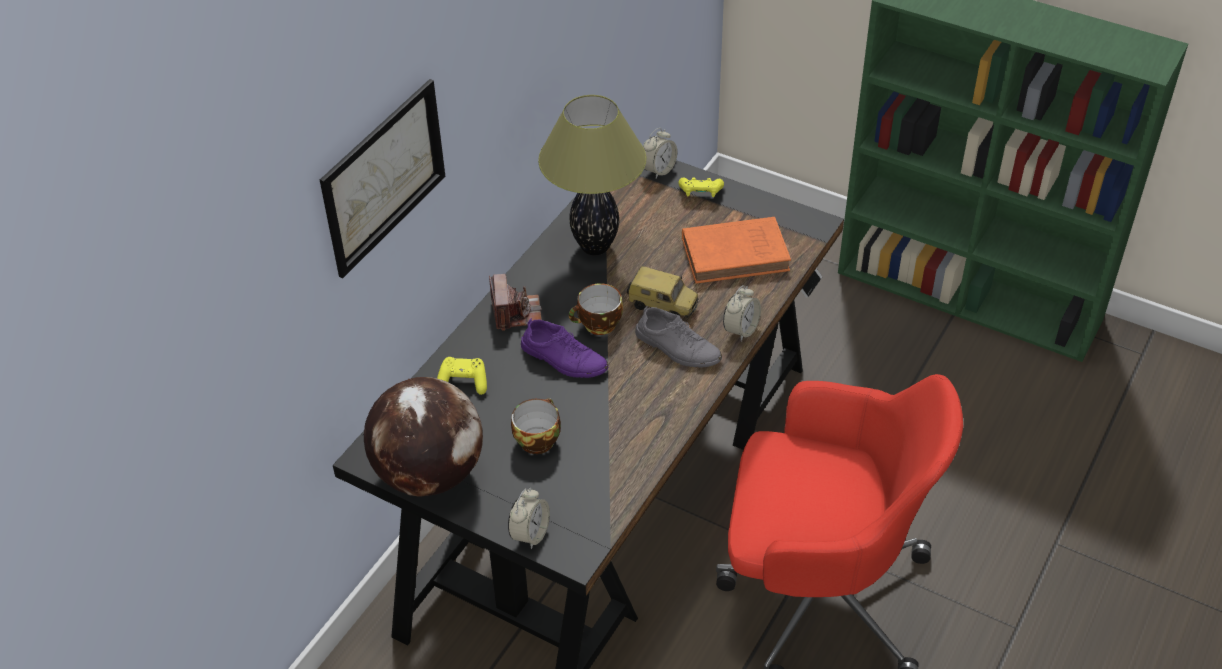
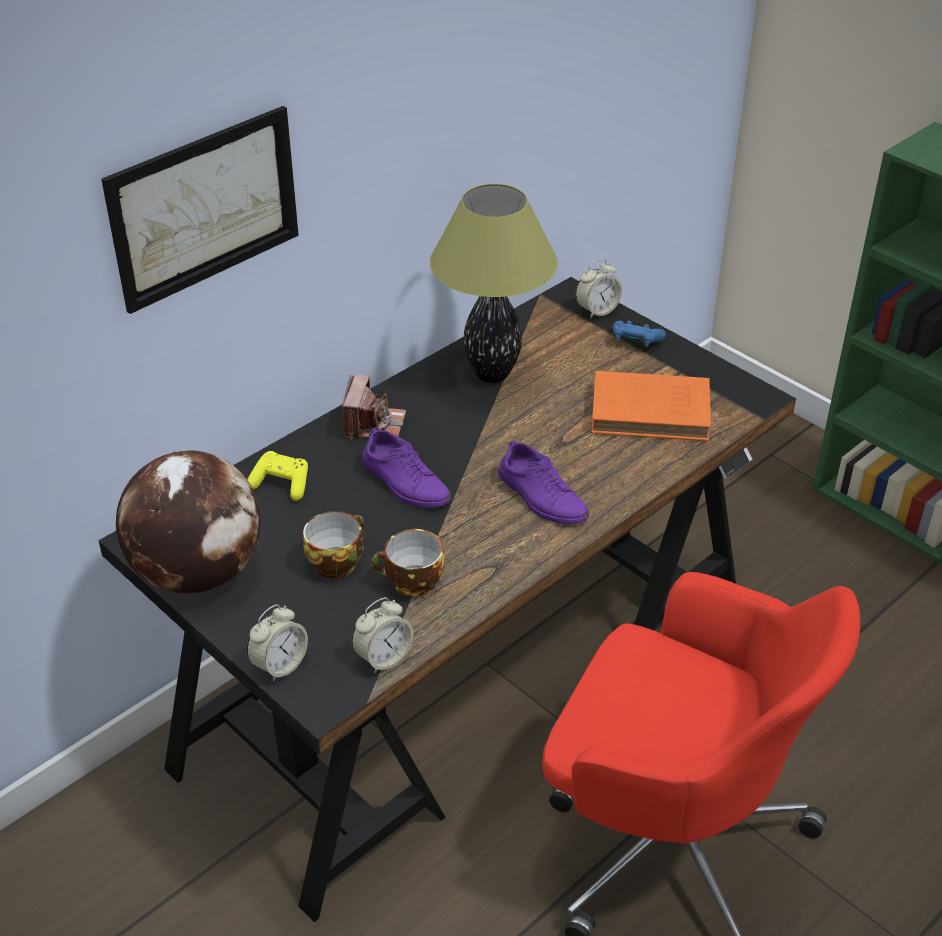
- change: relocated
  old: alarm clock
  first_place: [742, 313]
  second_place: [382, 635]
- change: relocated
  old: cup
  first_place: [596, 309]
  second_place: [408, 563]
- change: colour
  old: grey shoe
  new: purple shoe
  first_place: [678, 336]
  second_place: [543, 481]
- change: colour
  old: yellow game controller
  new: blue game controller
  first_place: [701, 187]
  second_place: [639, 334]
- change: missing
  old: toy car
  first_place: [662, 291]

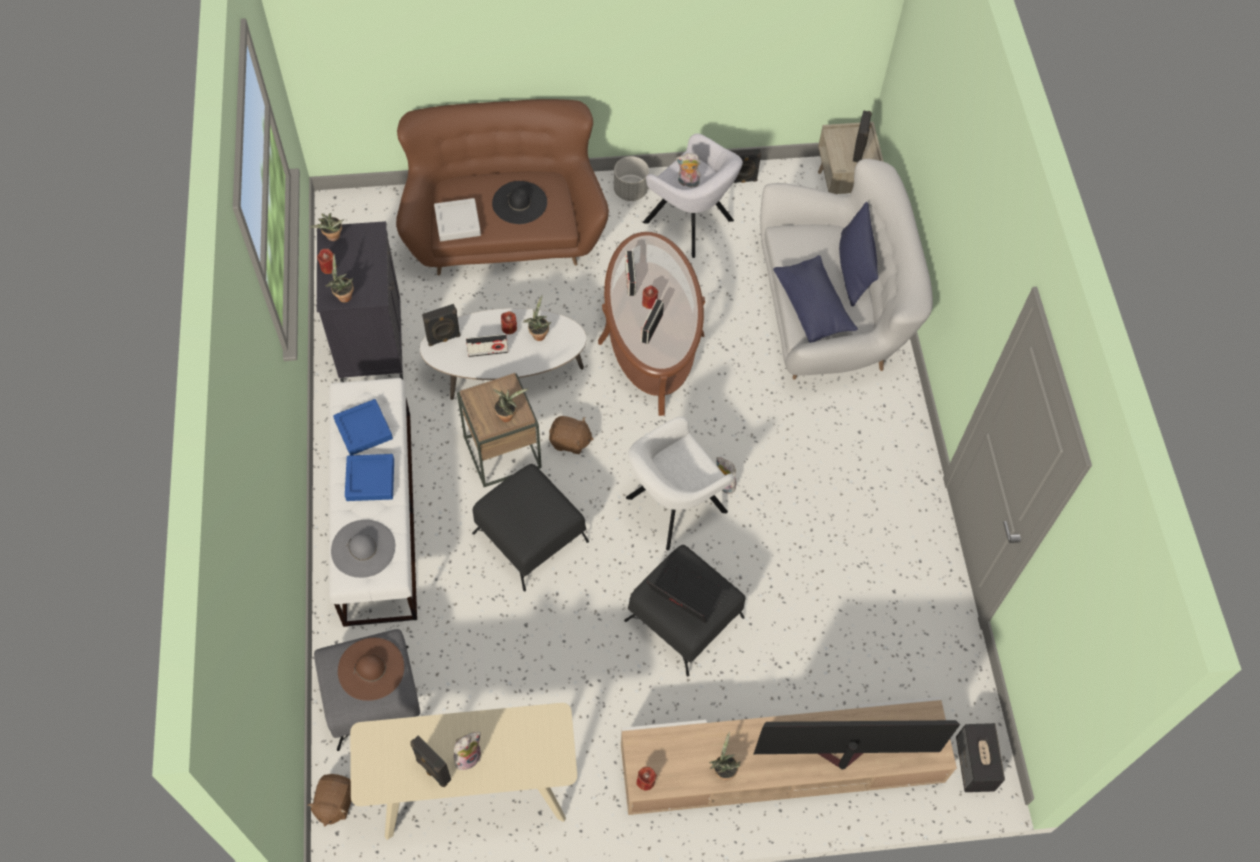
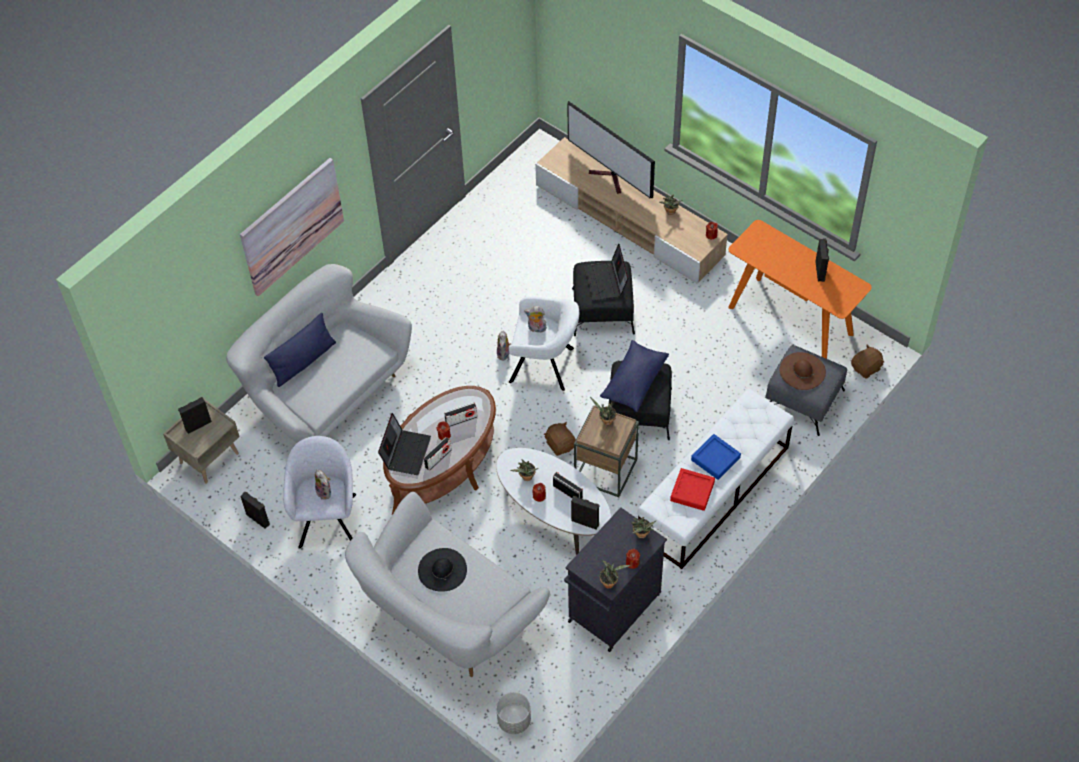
- change: appeared
  new: picture
  second_place: [292, 227]
- change: colour
  old: brown sofa
  new: white sofa
  first_place: [502, 187]
  second_place: [447, 584]
- change: appeared
  new: laptop
  second_place: [404, 444]
- change: relocated
  old: grey planter
  first_place: [631, 178]
  second_place: [513, 713]
- change: relocated
  old: plush toy
  first_place: [467, 751]
  second_place: [535, 319]
- change: relocated
  old: blue pillow
  first_place: [815, 299]
  second_place: [634, 376]
- change: colour
  old: blue tray
  new: red tray
  first_place: [363, 427]
  second_place: [692, 489]
- change: colour
  old: beige console table
  new: orange console table
  first_place: [463, 771]
  second_place: [800, 289]
- change: missing
  old: grey hat
  first_place: [363, 549]
- change: missing
  old: grey tray
  first_place: [457, 219]
- change: missing
  old: speaker
  first_place: [980, 757]

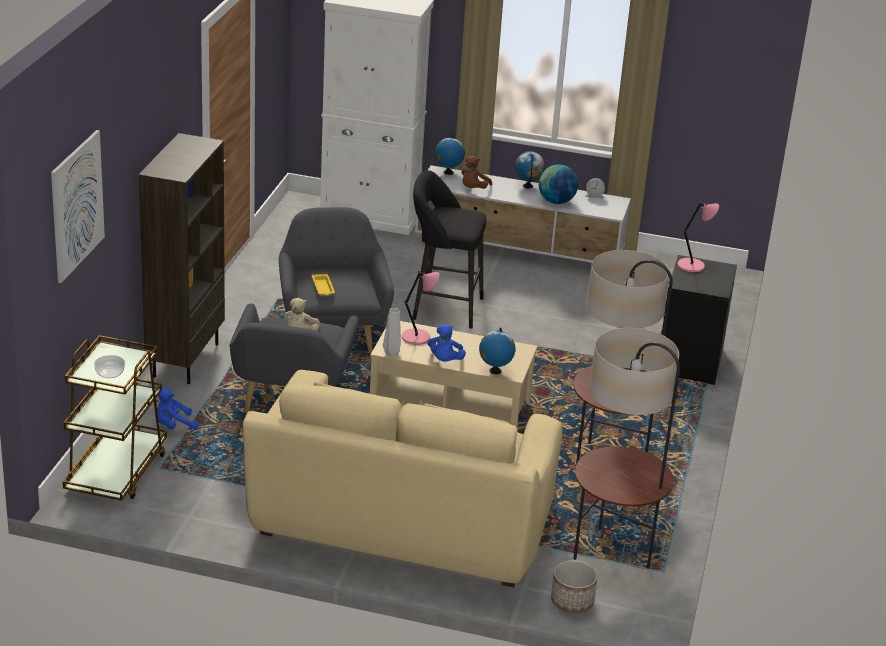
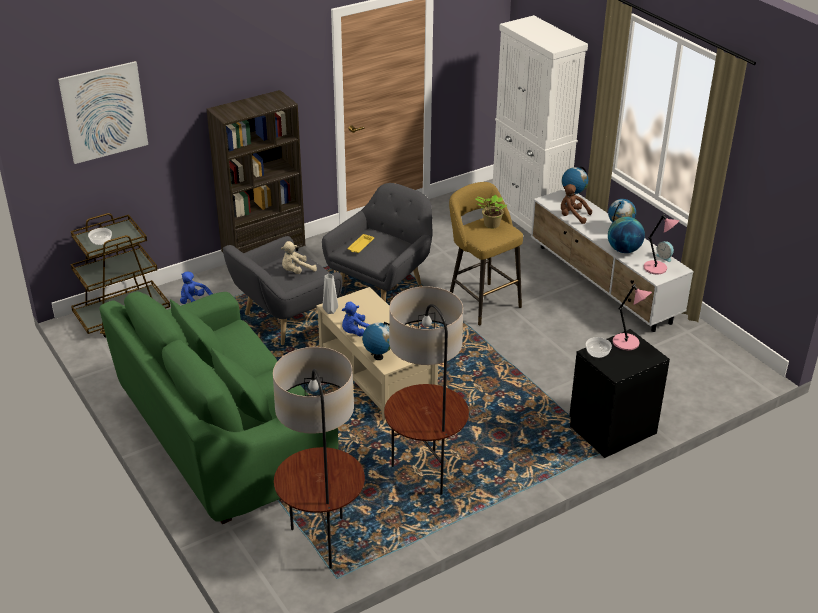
- change: colour
  old: beige sofa
  new: green sofa
  first_place: [402, 478]
  second_place: [219, 407]
- change: colour
  old: black stool
  new: yellow stool
  first_place: [449, 249]
  second_place: [486, 253]
- change: appeared
  new: potted plant
  second_place: [491, 211]
- change: spun
  old: brown plush toy
  first_place: [476, 172]
  second_place: [576, 204]
  degrees: 45
- change: appeared
  new: bowl
  second_place: [599, 347]
- change: relocated
  old: pink table lamp
  first_place: [420, 308]
  second_place: [661, 244]
- change: missing
  old: planter
  first_place: [574, 586]

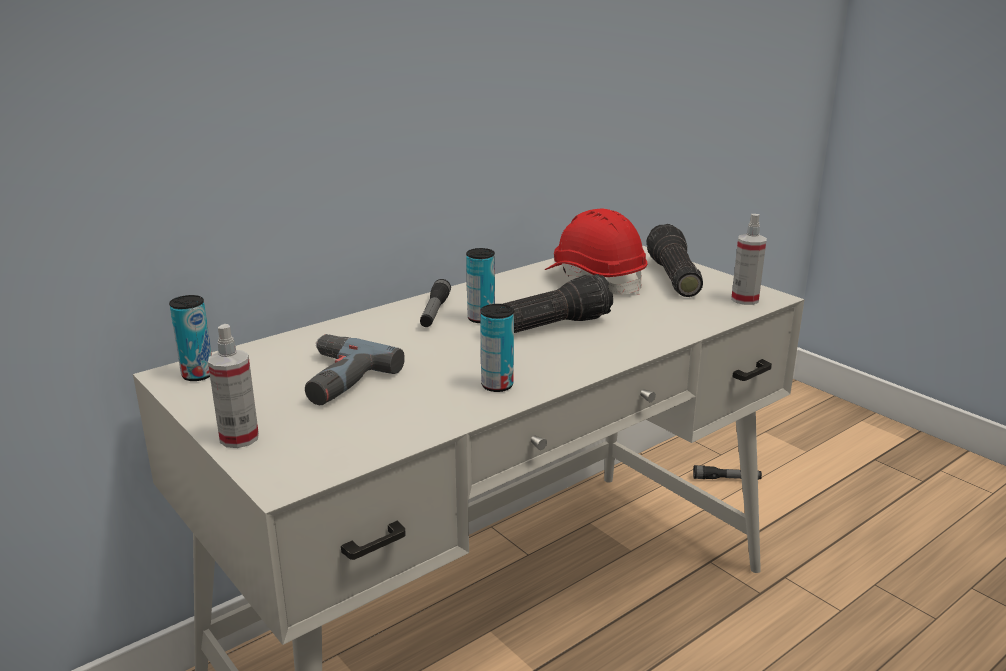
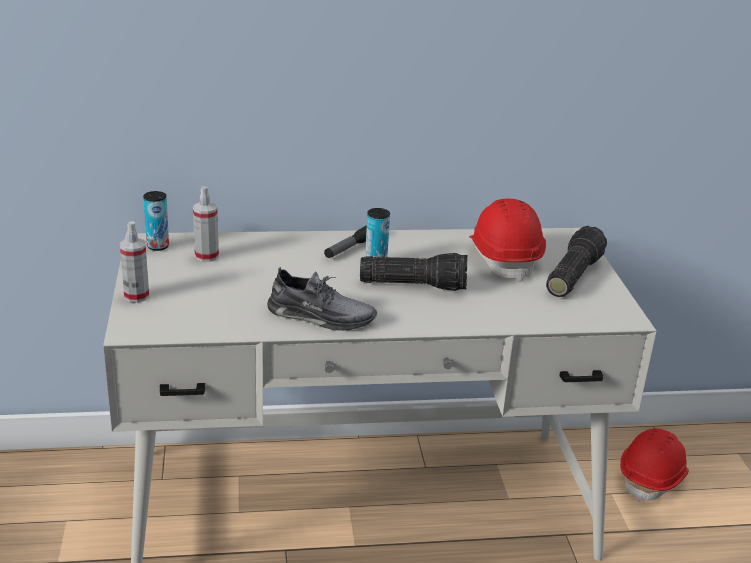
- change: relocated
  old: spray bottle
  first_place: [749, 259]
  second_place: [206, 224]
- change: exchanged
  old: can
  new: grey shoe
  first_place: [497, 348]
  second_place: [322, 299]
- change: exchanged
  old: flashlight
  new: red hard hat
  first_place: [727, 472]
  second_place: [654, 465]
- change: missing
  old: power drill
  first_place: [355, 369]

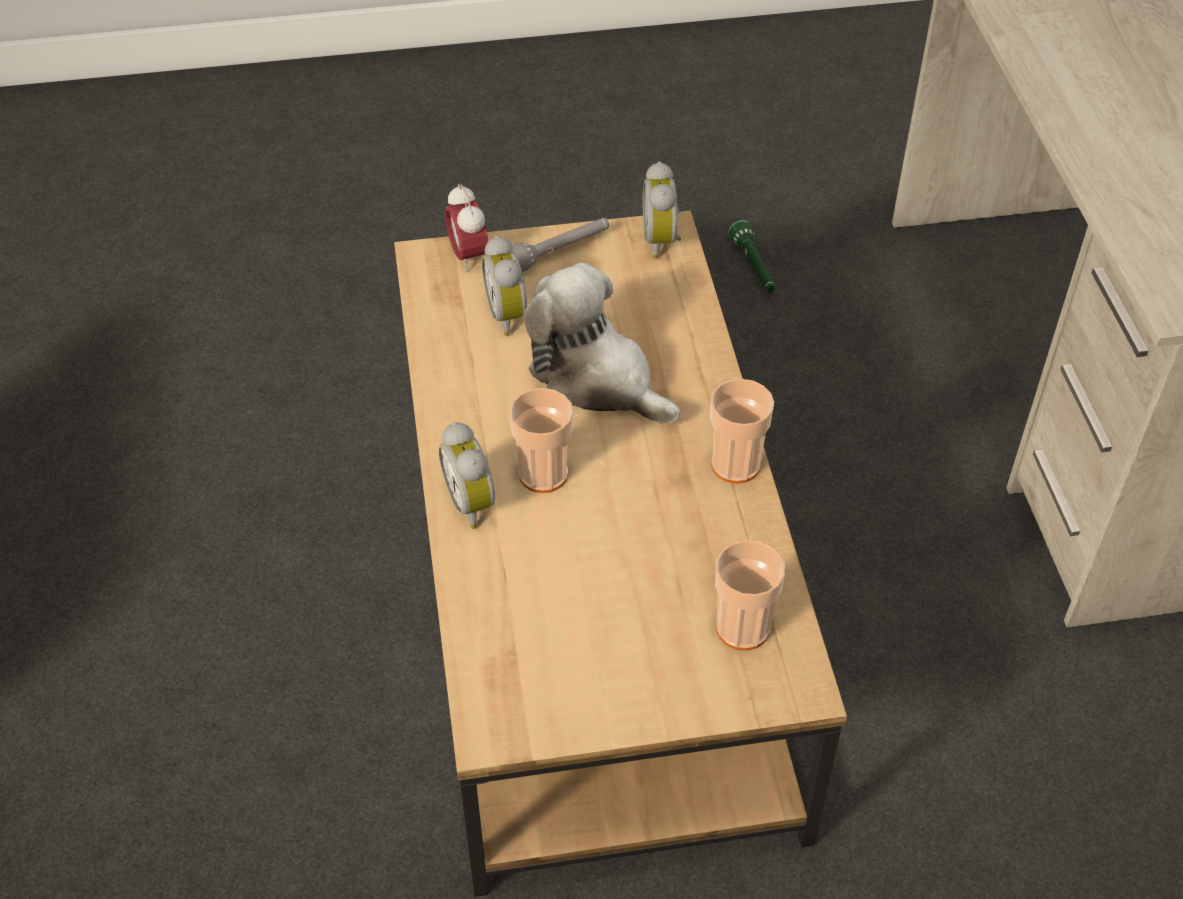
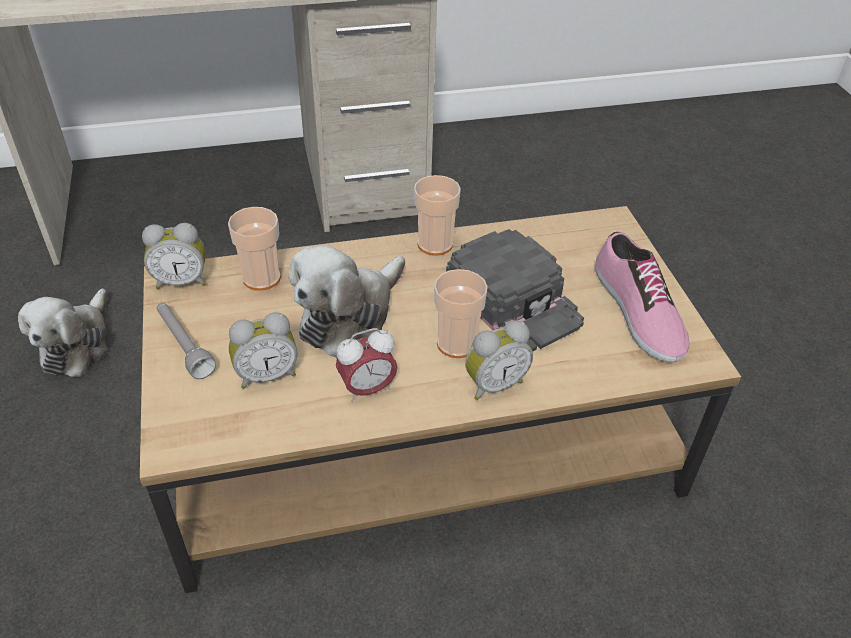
- change: exchanged
  old: green flashlight
  new: plush toy
  first_place: [752, 256]
  second_place: [63, 333]
- change: relocated
  old: cup
  first_place: [750, 595]
  second_place: [254, 249]
- change: relocated
  old: alarm clock
  first_place: [466, 228]
  second_place: [367, 365]
- change: appeared
  new: black cap
  second_place: [515, 290]
- change: appeared
  new: shoe
  second_place: [642, 297]

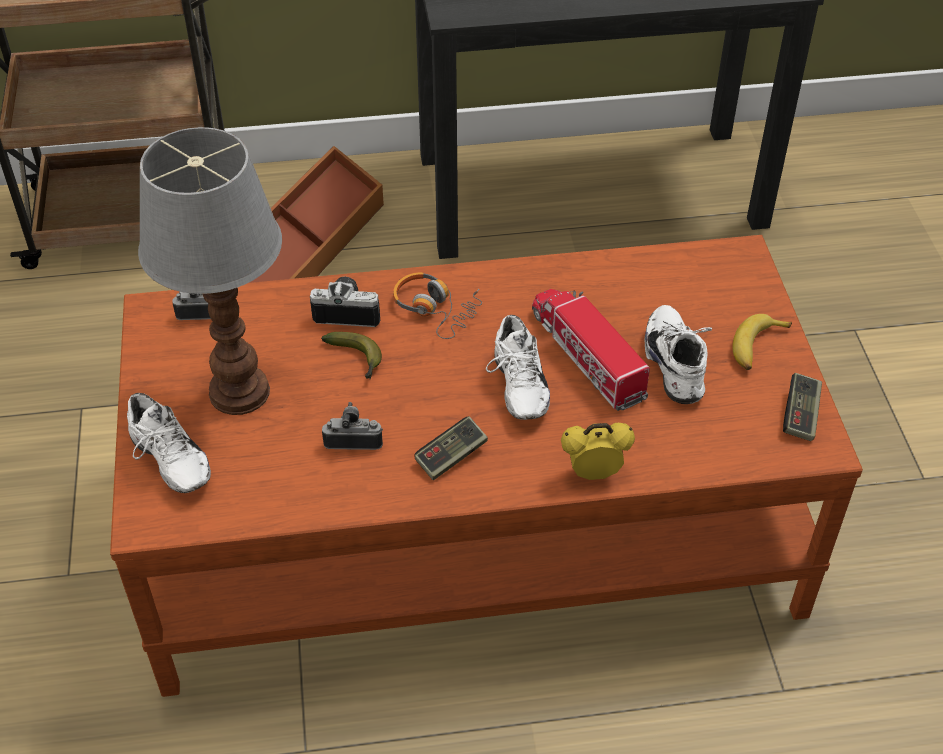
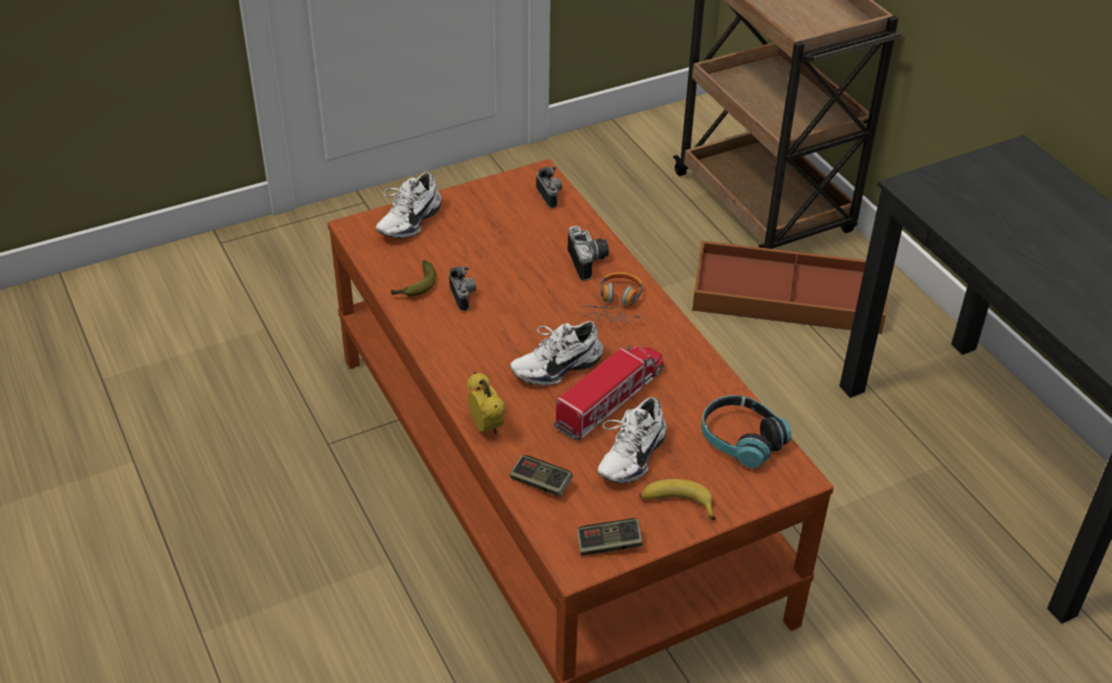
- change: relocated
  old: banana
  first_place: [351, 355]
  second_place: [413, 278]
- change: relocated
  old: game controller
  first_place: [451, 448]
  second_place: [541, 476]
- change: spun
  old: white shoe
  first_place: [678, 354]
  second_place: [632, 440]
  degrees: 150
- change: appeared
  new: headphones
  second_place: [746, 431]
- change: missing
  old: table lamp
  first_place: [210, 271]

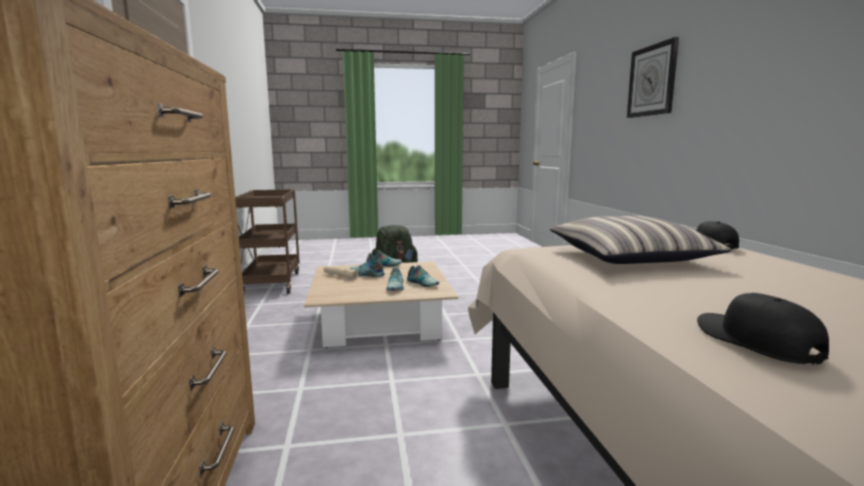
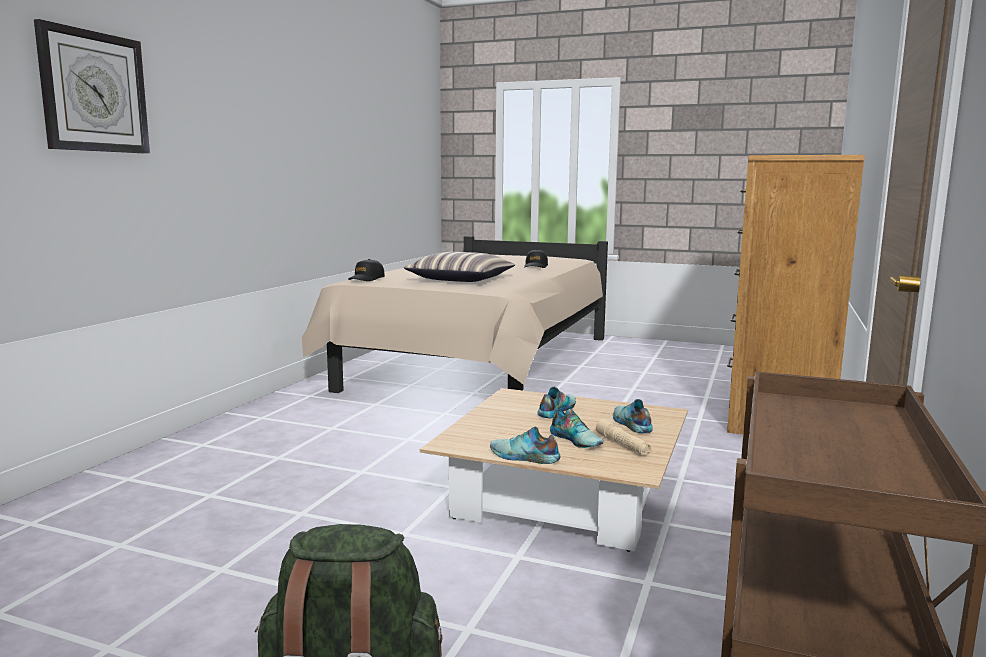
- change: relocated
  old: shoe
  first_place: [423, 276]
  second_place: [633, 416]

